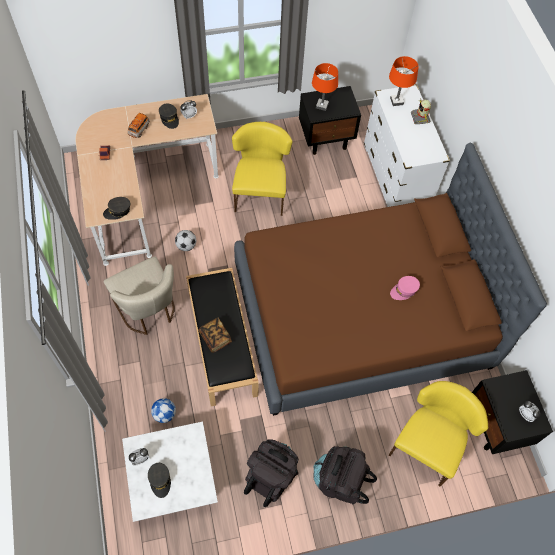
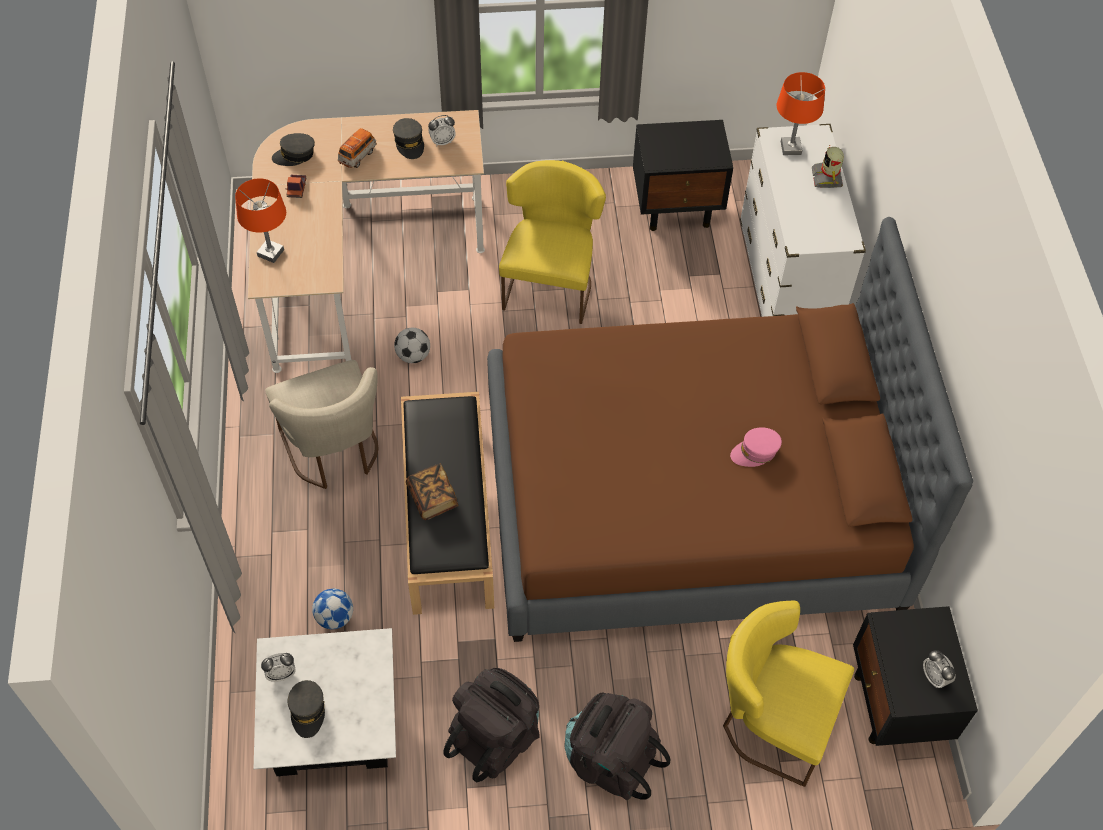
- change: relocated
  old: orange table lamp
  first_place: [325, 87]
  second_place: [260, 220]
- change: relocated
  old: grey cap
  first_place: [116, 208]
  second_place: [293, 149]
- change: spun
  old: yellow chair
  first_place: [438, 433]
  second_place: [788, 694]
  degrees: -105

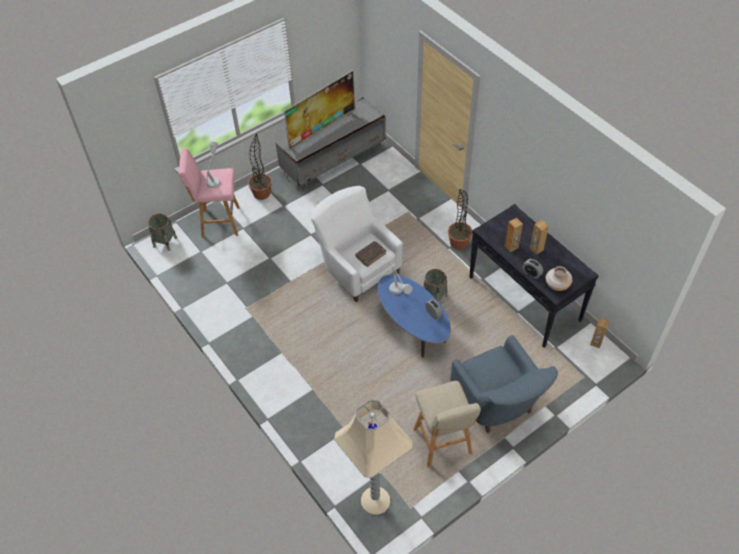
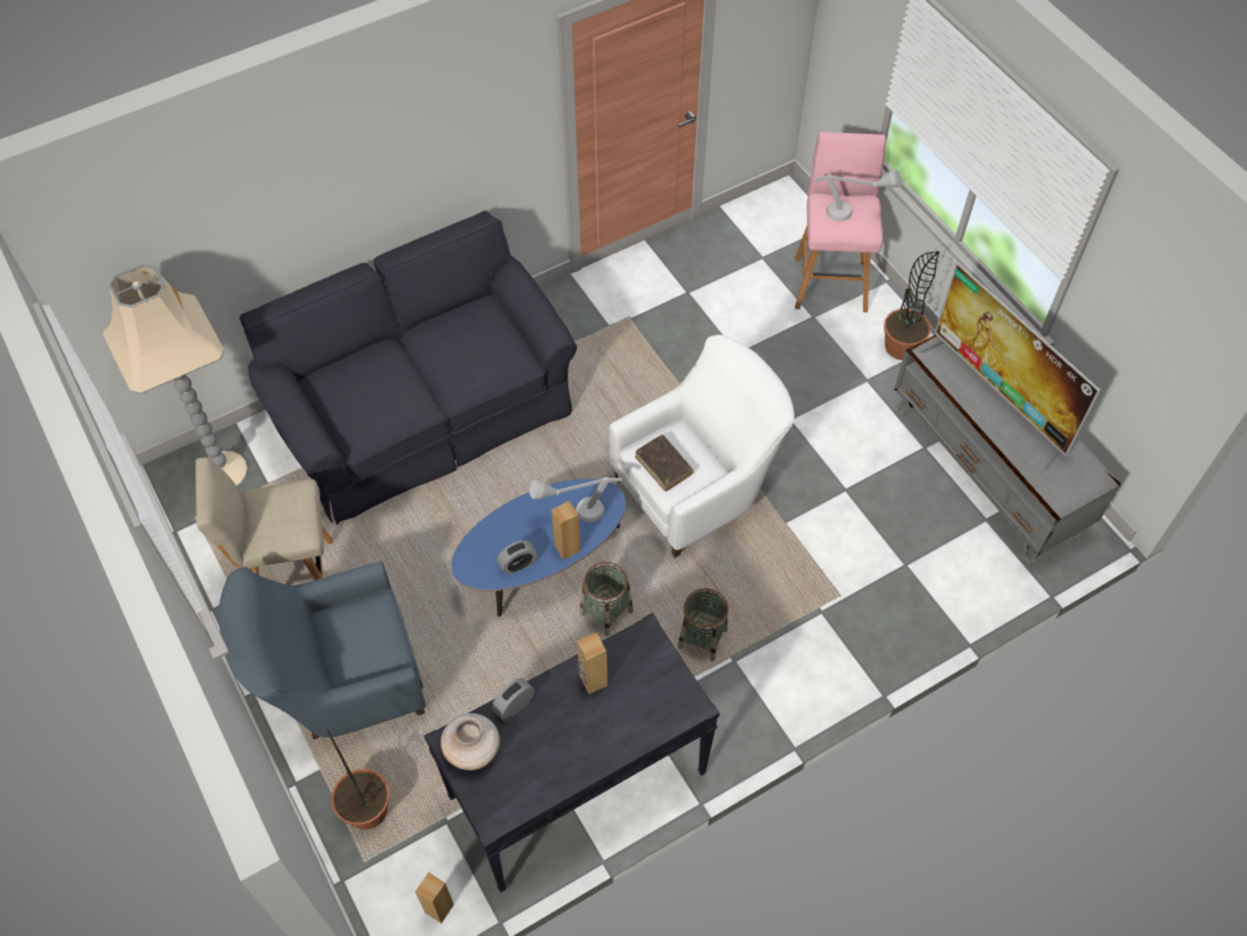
- change: appeared
  new: black sofa
  second_place: [408, 368]
- change: relocated
  old: potted plant
  first_place: [460, 219]
  second_place: [357, 779]
- change: relocated
  old: brown speaker
  first_place: [539, 237]
  second_place: [565, 530]
- change: relocated
  old: basket
  first_place: [162, 232]
  second_place: [703, 624]

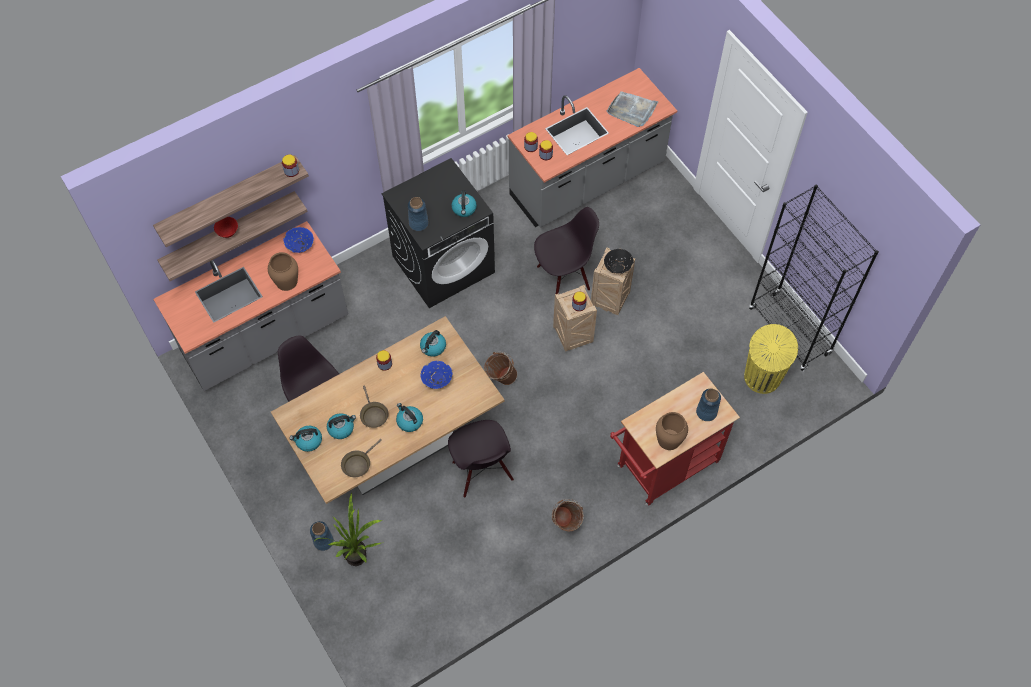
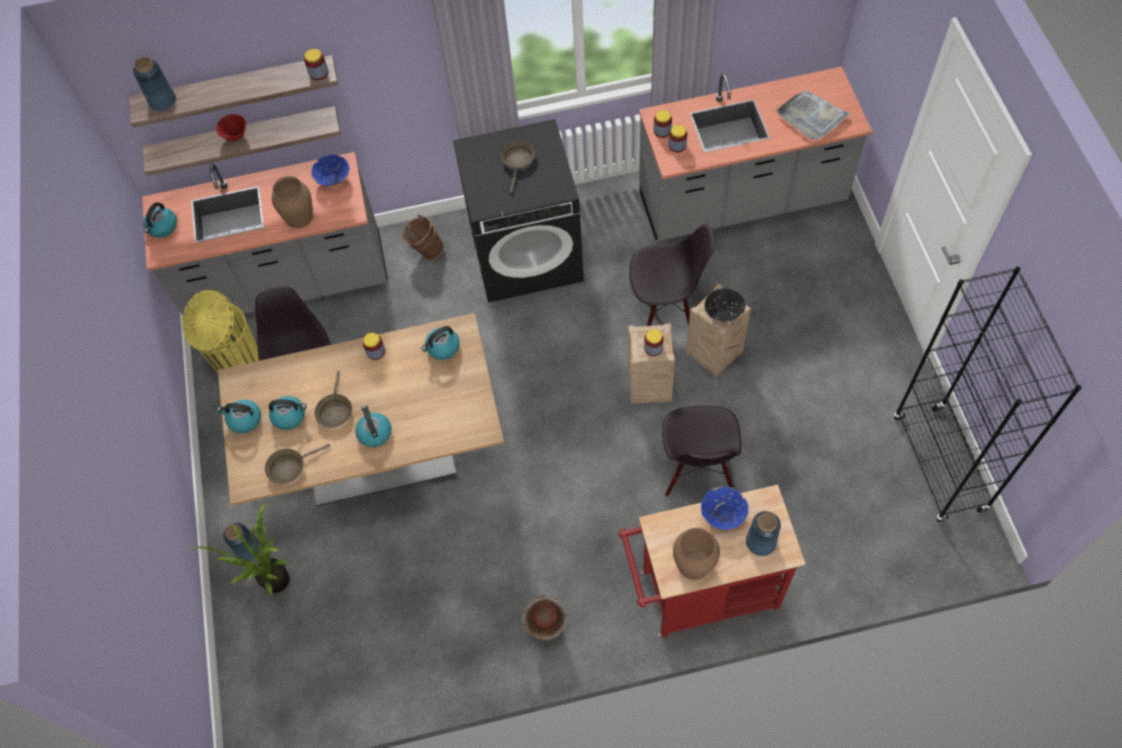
- change: relocated
  old: blue vase
  first_place: [418, 214]
  second_place: [154, 84]
- change: relocated
  old: kettle
  first_place: [464, 203]
  second_place: [160, 220]
- change: relocated
  old: yellow trash can
  first_place: [771, 359]
  second_place: [220, 331]
- change: relocated
  old: brown bucket
  first_place: [500, 368]
  second_place: [423, 237]
- change: appeared
  new: brown frying pan
  second_place: [517, 166]
- change: relocated
  old: black chair
  first_place: [481, 459]
  second_place: [701, 451]
- change: relocated
  old: blue bowl
  first_place: [436, 375]
  second_place: [725, 508]

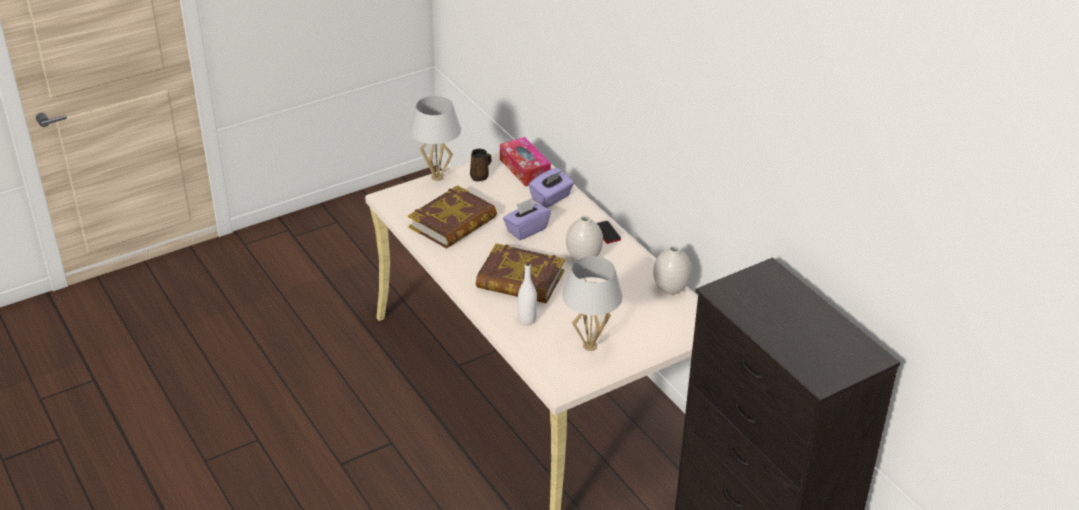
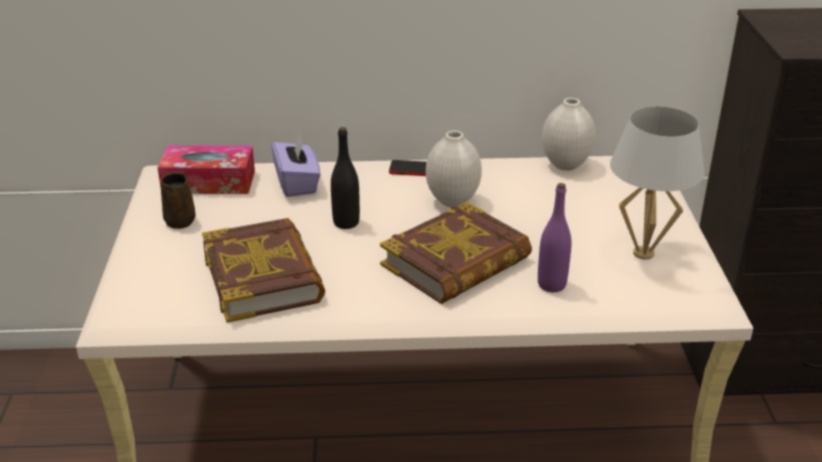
- change: exchanged
  old: purple tissue box
  new: black bottle
  first_place: [527, 219]
  second_place: [345, 178]
- change: colour
  old: white bottle
  new: purple bottle
  first_place: [527, 293]
  second_place: [554, 237]
- change: missing
  old: white table lamp
  first_place: [435, 138]

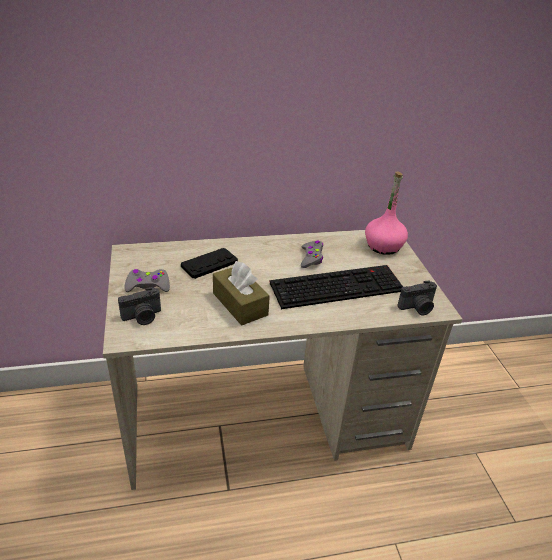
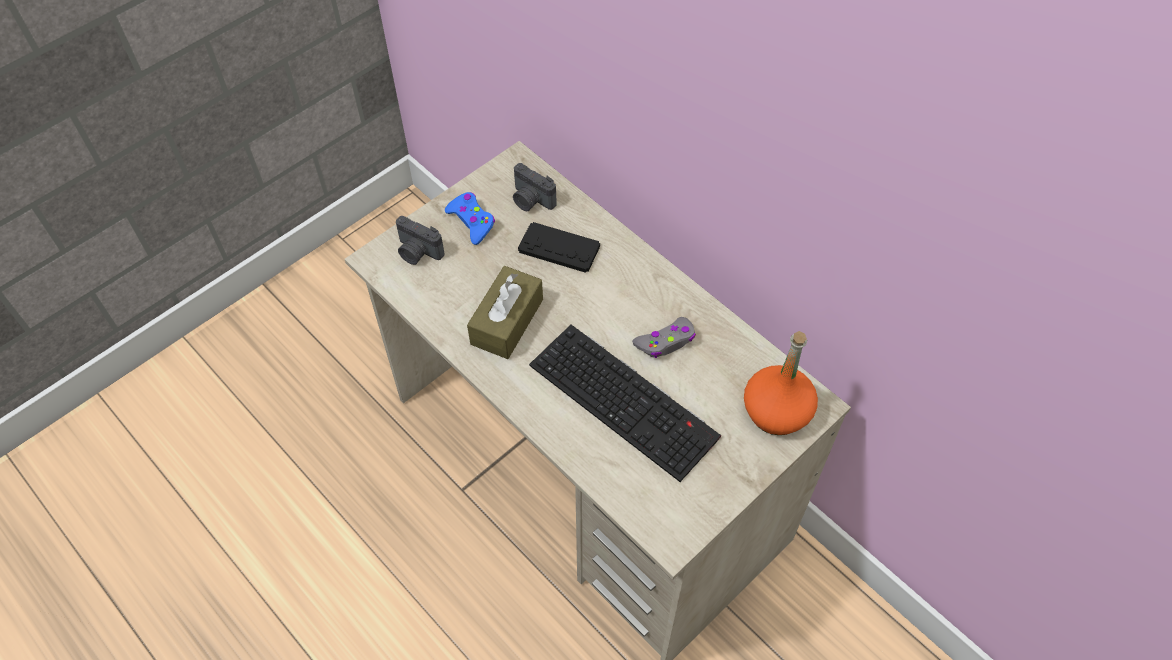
- change: colour
  old: grey game controller
  new: blue game controller
  first_place: [147, 280]
  second_place: [470, 218]
- change: relocated
  old: photo camera
  first_place: [417, 297]
  second_place: [535, 187]
- change: colour
  old: pink bottle
  new: orange bottle
  first_place: [386, 213]
  second_place: [781, 383]

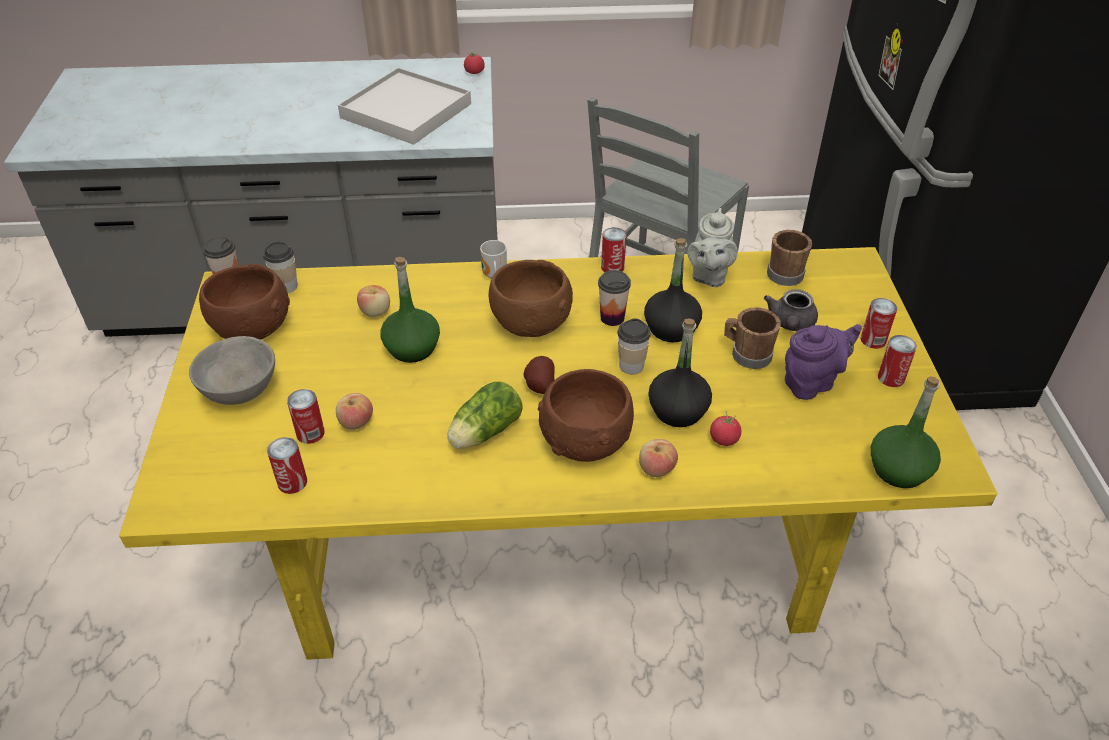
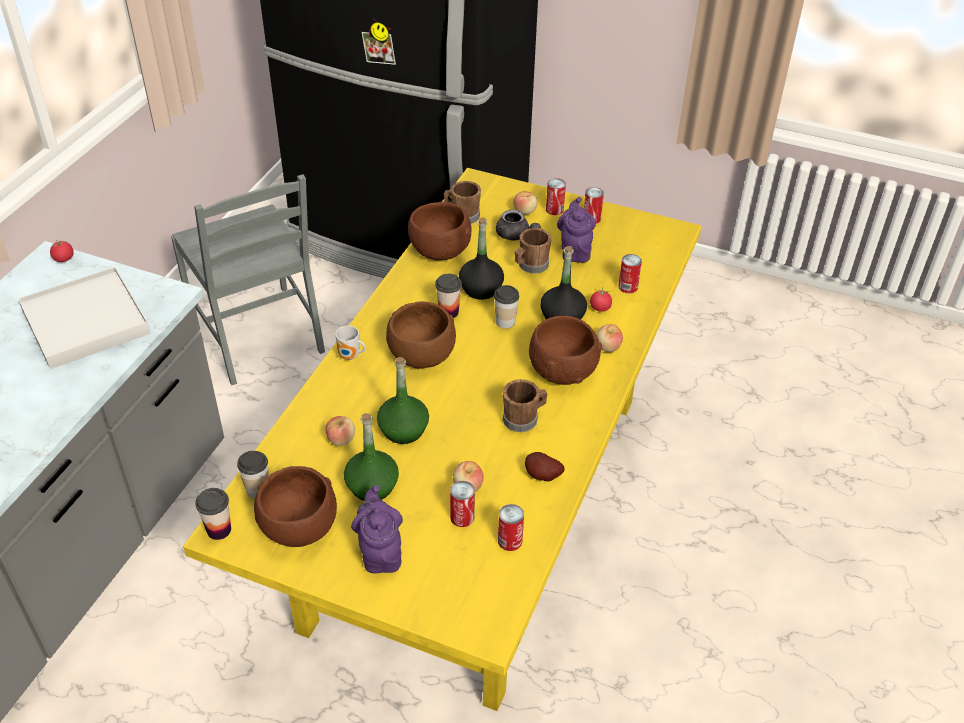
- change: relocated
  old: green bottle
  first_place: [906, 432]
  second_place: [371, 457]
- change: exchanged
  old: grey bowl
  new: purple teapot
  first_place: [232, 370]
  second_place: [377, 529]
- change: exchanged
  old: grey teapot
  new: brown bowl
  first_place: [712, 247]
  second_place: [439, 231]
- change: exchanged
  old: lettuce
  new: brown mug
  first_place: [485, 415]
  second_place: [525, 405]
- change: appeared
  new: apple
  second_place: [525, 203]
- change: relocated
  old: potato
  first_place: [538, 375]
  second_place: [545, 466]
- change: relocated
  old: can
  first_place: [613, 249]
  second_place: [630, 274]

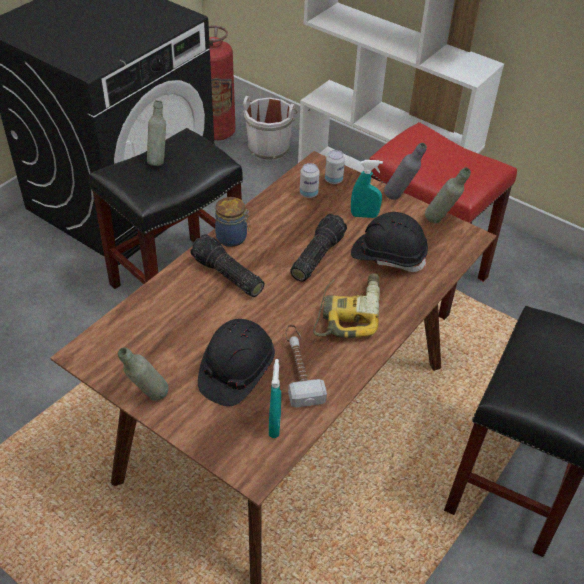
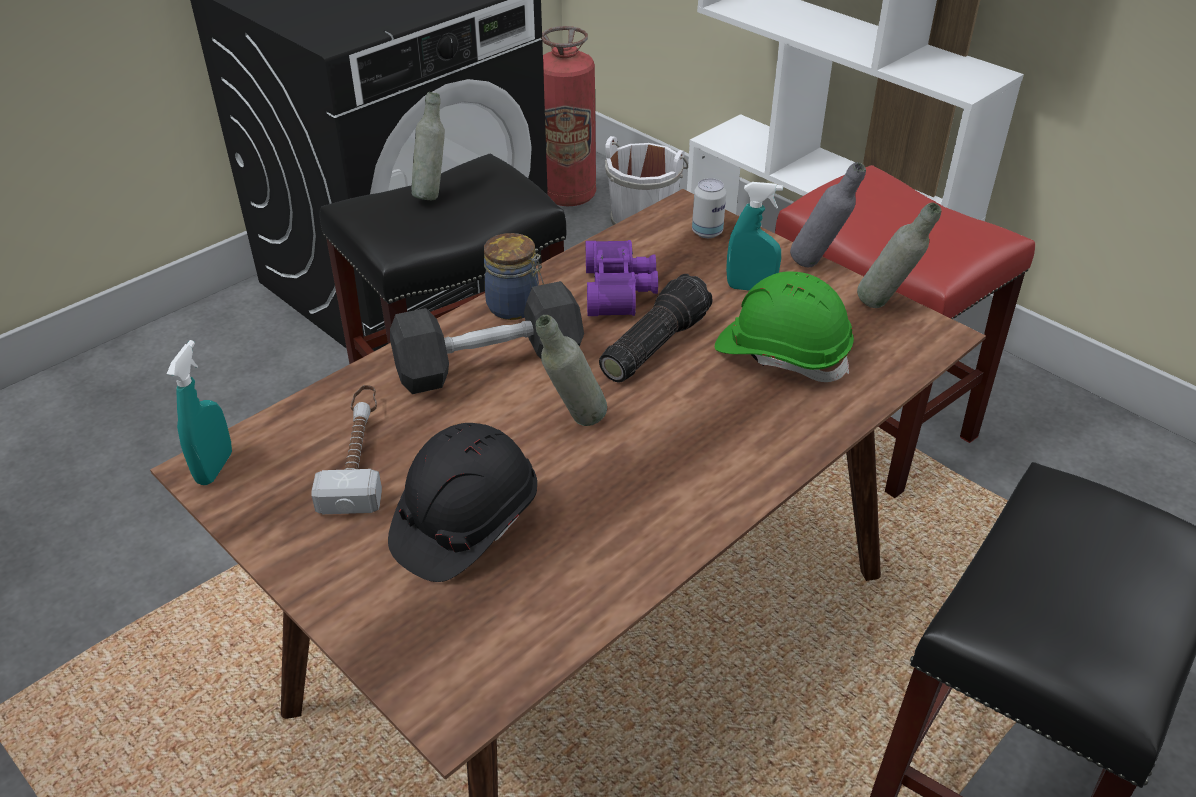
- change: relocated
  old: turquoise spray bottle
  first_place: [275, 398]
  second_place: [199, 412]
- change: relocated
  old: hammer
  first_place: [306, 366]
  second_place: [347, 449]
- change: exchanged
  old: flashlight
  new: grey dumbbell
  first_place: [227, 265]
  second_place: [487, 337]
- change: relocated
  old: grey bottle
  first_place: [143, 374]
  second_place: [571, 370]
- change: appeared
  new: purple binoculars
  second_place: [622, 278]
- change: colour
  old: black hard hat
  new: green hard hat
  first_place: [389, 242]
  second_place: [784, 326]
- change: missing
  old: can
  first_place: [310, 180]
- change: missing
  old: power drill
  first_place: [346, 305]

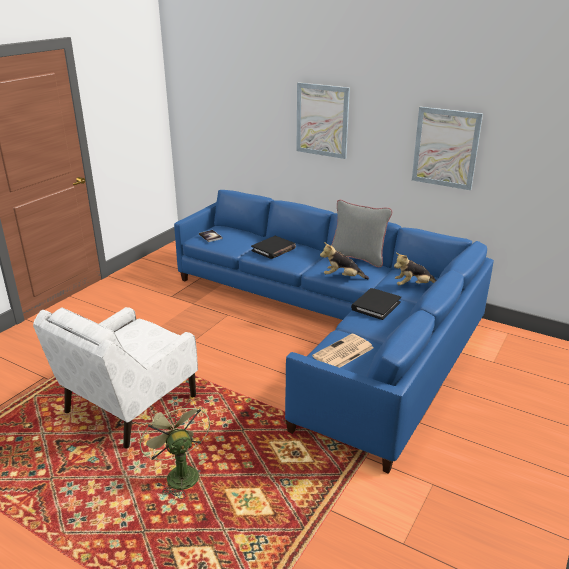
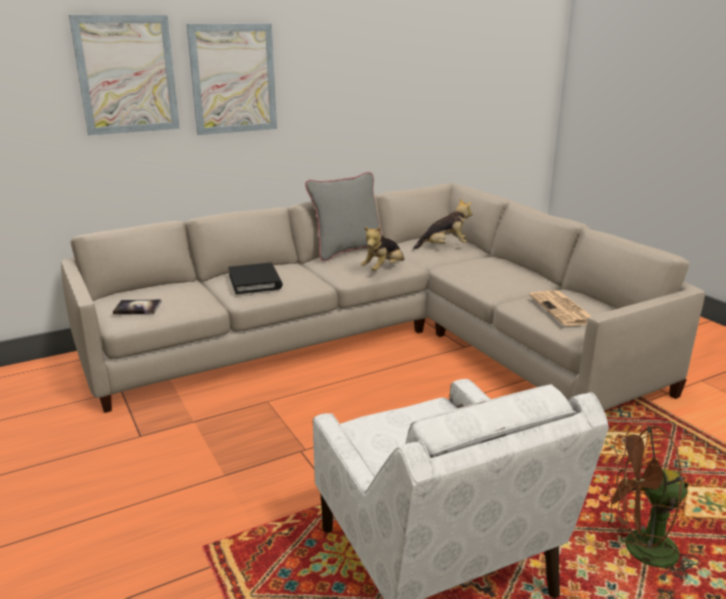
- change: colour
  old: blue sofa
  new: beige sofa
  first_place: [334, 332]
  second_place: [383, 298]
- change: relocated
  old: picture
  first_place: [447, 148]
  second_place: [124, 75]
- change: spun
  old: plush toy
  first_place: [415, 269]
  second_place: [443, 224]
  degrees: -120
- change: colour
  old: green fan
  new: brown fan
  first_place: [174, 449]
  second_place: [651, 503]
- change: missing
  old: black book
  first_place: [376, 304]

